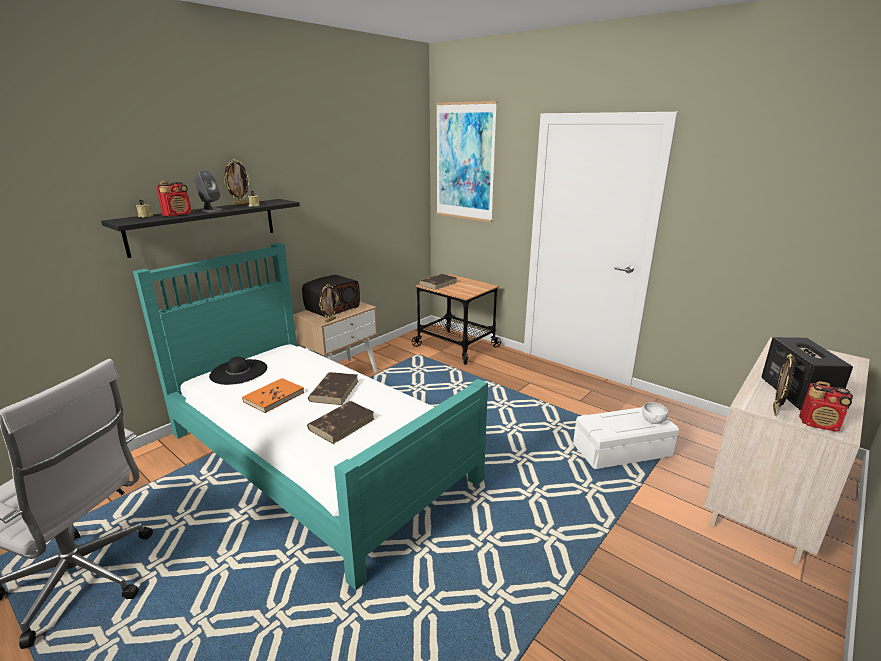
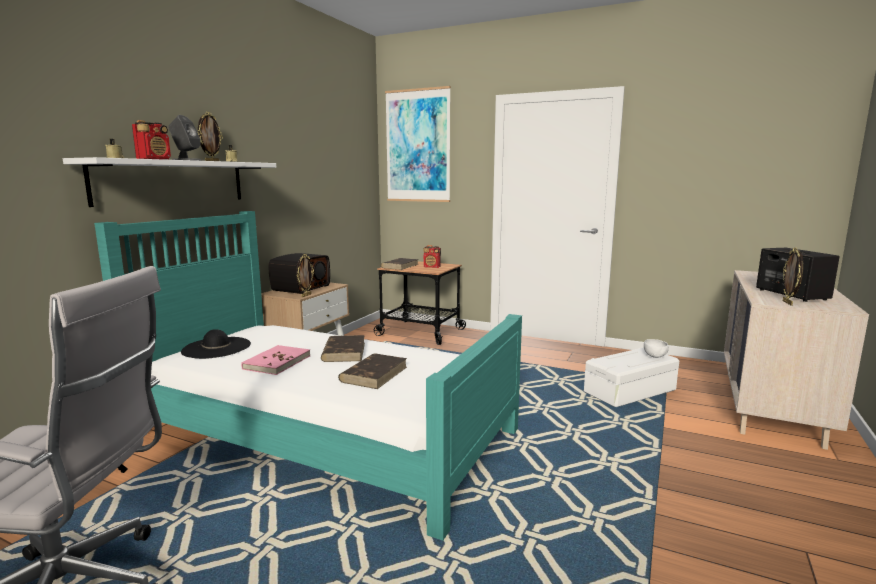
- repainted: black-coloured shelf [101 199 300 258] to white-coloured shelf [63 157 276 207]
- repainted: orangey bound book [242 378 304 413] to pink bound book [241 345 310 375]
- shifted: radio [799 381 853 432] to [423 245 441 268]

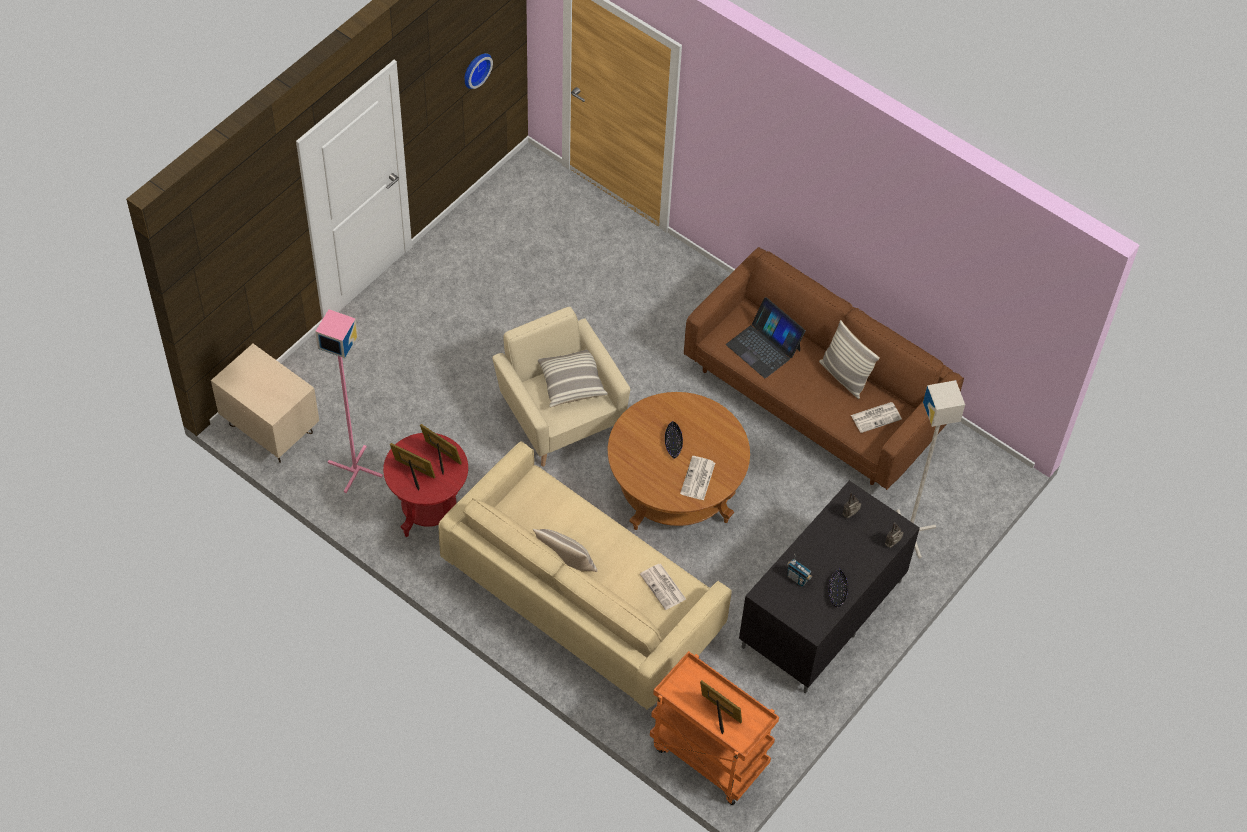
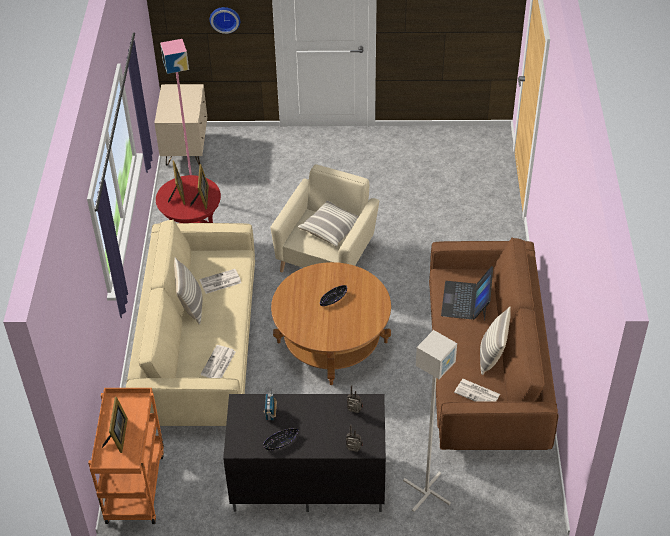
- shifted: hanging clock [465 53 493 89] to [210 7 240 34]
- shifted: daily paper [680 456 715 500] to [200 269 241 294]

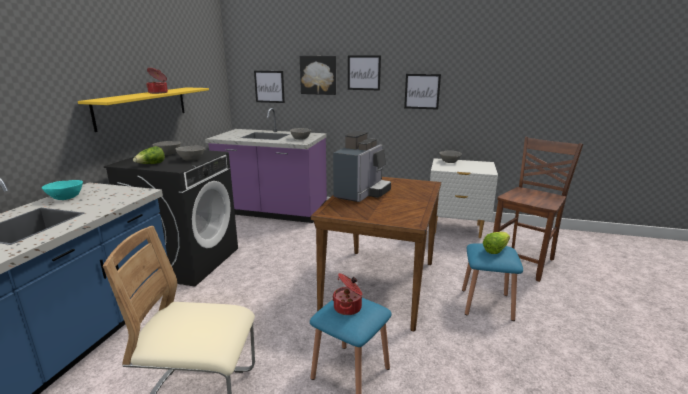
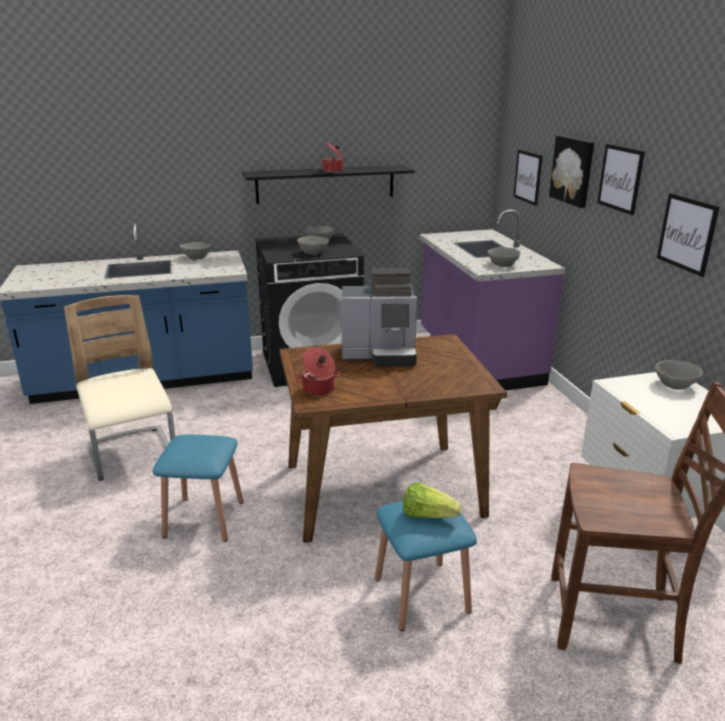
- repainted: yellow shelf [78 87 209 132] to black-coloured shelf [242 165 415 204]
- gone: lettuce [133 146 165 164]
- repainted: turquoise bowl [42 180 83 200] to greyish bowl [180 242 211 260]
- shifted: cooking pot [332 273 362 315] to [296 347 340 396]

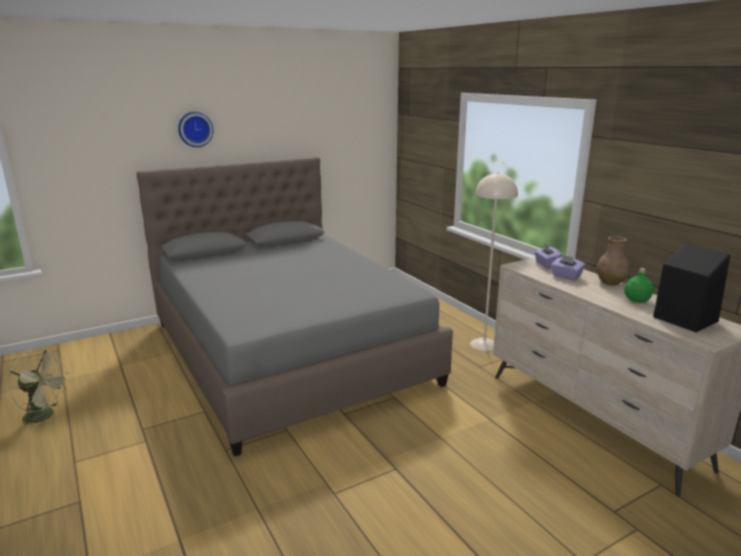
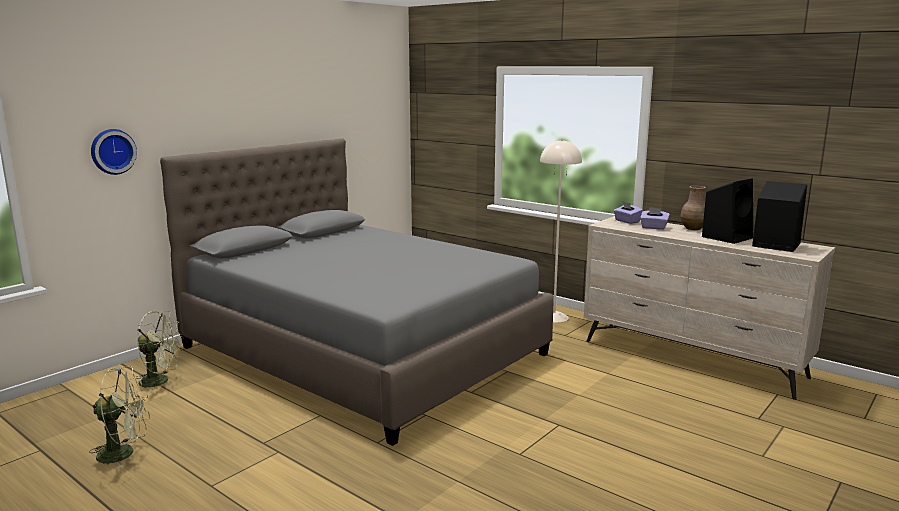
- shifted: hanging clock [178 112 213 147] to [91 129 137 175]
- swapped: green-coloured drink bottle [624 268 654 303] to black-coloured speaker [702 178 753 244]
- new: green-coloured cooling fan [137 311 184 393]

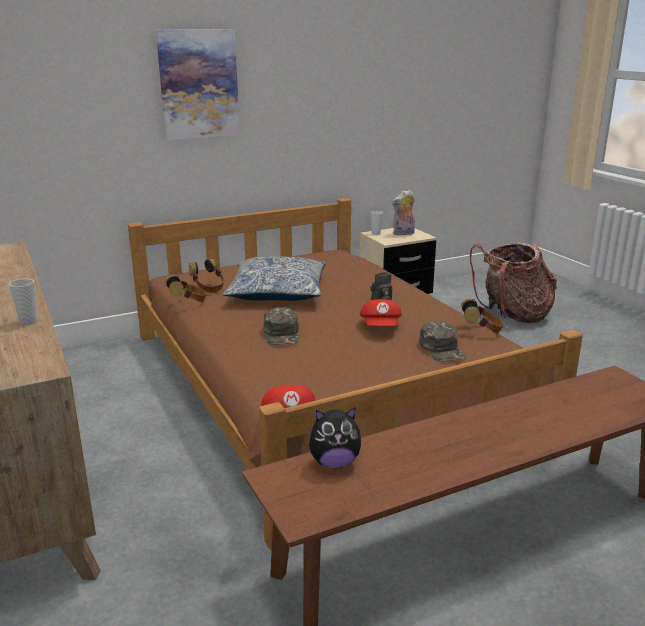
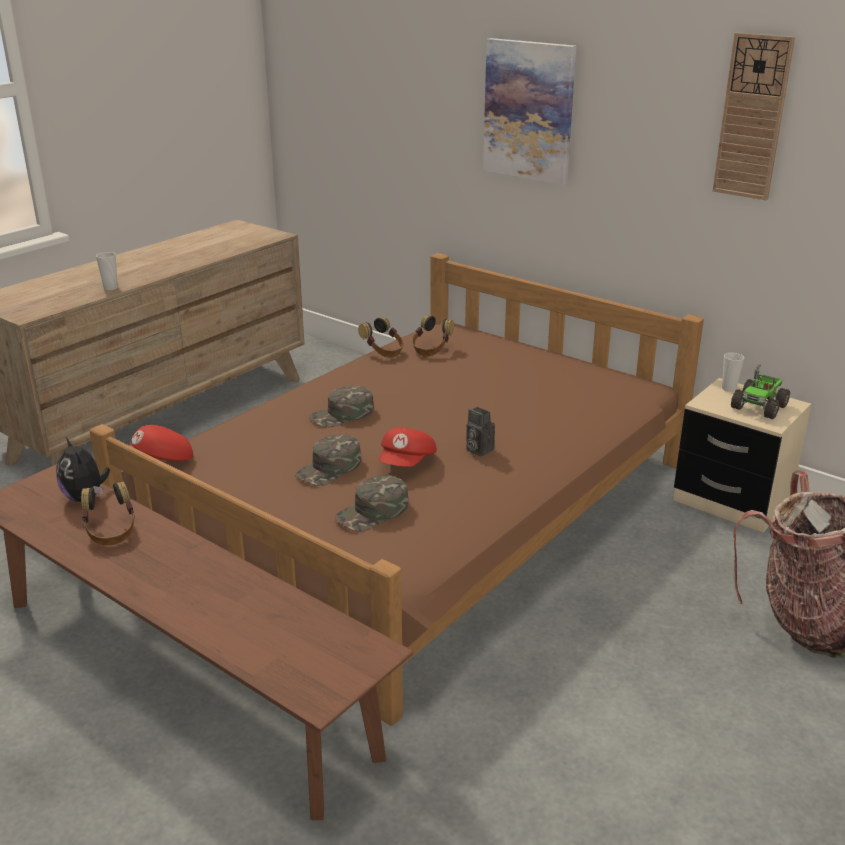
- swapped: cuddly toy [391 190 415 236] to model truck [731 364 790 419]
- gone: throw pillow [223 257 326 301]
- shifted: pair of headphones [461 298 504 334] to [81 482 135 545]
- rotated: reddish baseball cap [360 299 402 326] = [379 427 437 467] 45 degrees counterclockwise
- new: hanging clock [713 32 795 200]
- new: green-coloured baseball cap [295 434 361 486]

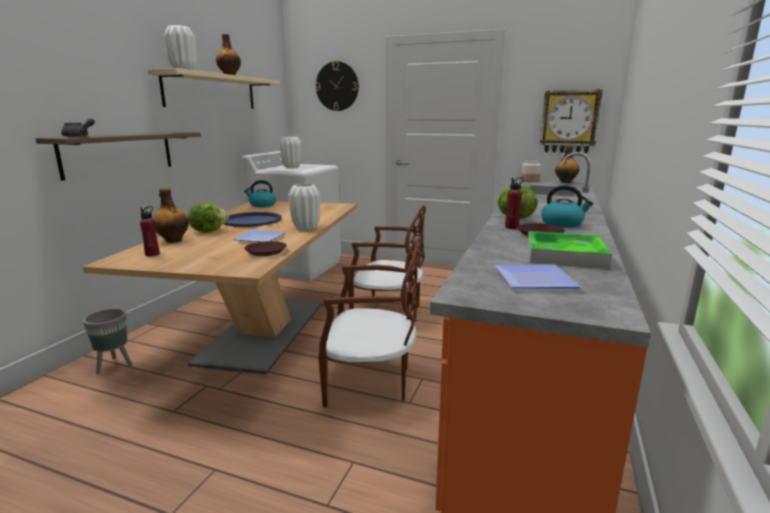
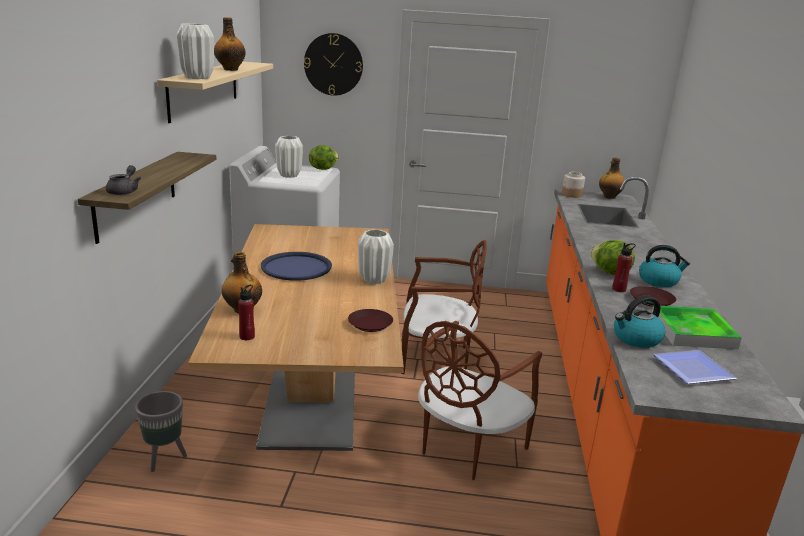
- gone: hanging clock [540 90 603 153]
- shifted: tea kettle [244 180 276 207] to [614 295 665 348]
- shifted: lettuce [188 203 229 232] to [309 145 339 170]
- gone: flat dish [233 230 286 242]
- rotated: brown upright chair [318 238 418 408] = [418 321 542 480] 135 degrees clockwise

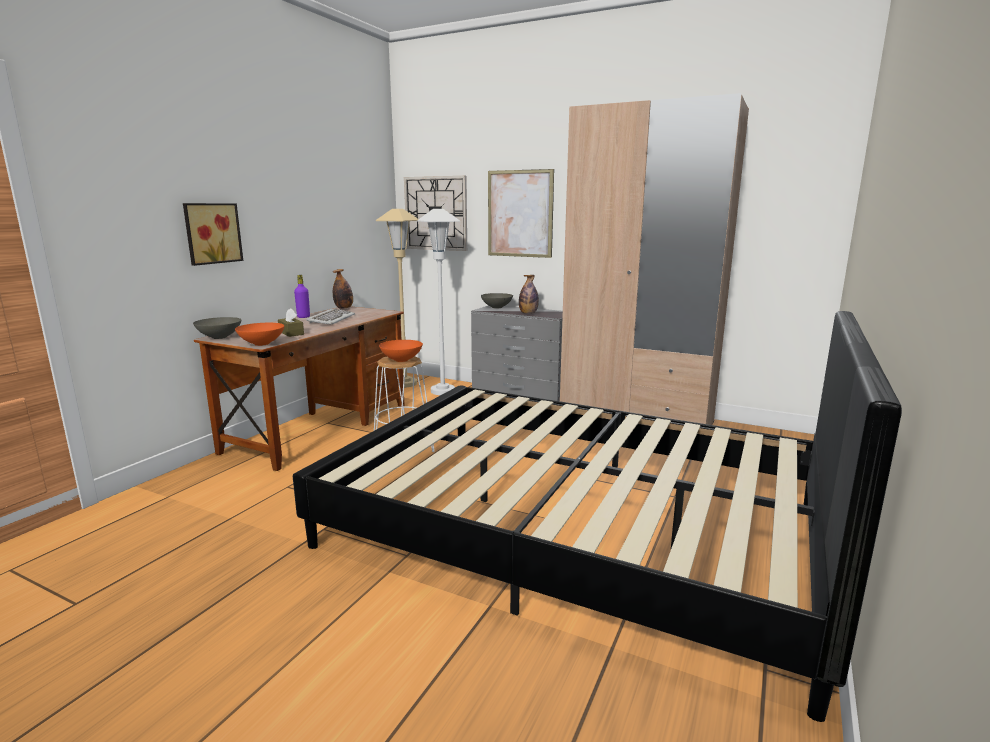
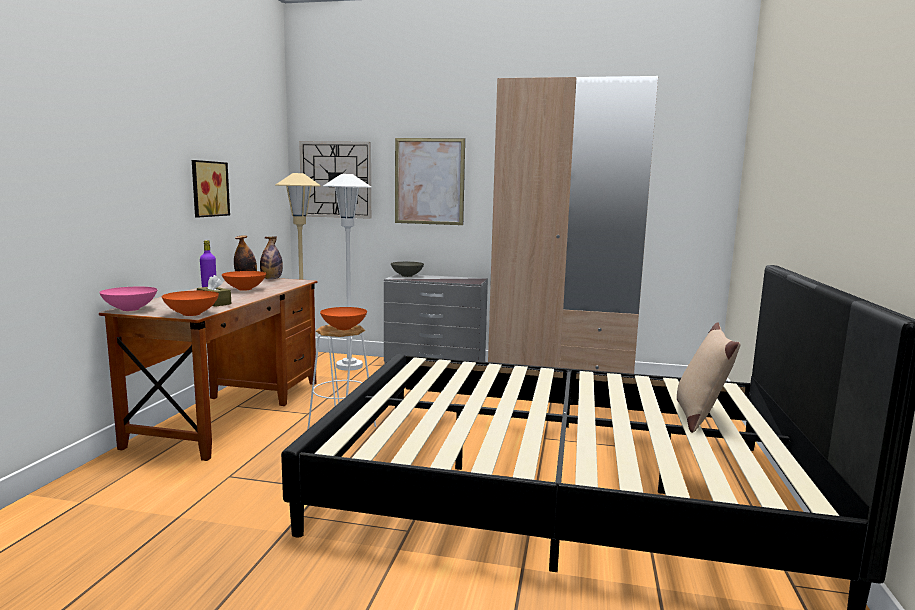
- shifted: picture [183 203 243 266] to [192 160 230 218]
- shifted: drink bottle [519 275 539 314] to [260 237 283 279]
- swapped: PC keyboard [306 308 355 325] to orangey bowl [222 271 266 291]
- repainted: greyish bowl [193 317 241 339] to pink bowl [99 287 157 311]
- new: beige-coloured throw pillow [677 322 741 433]

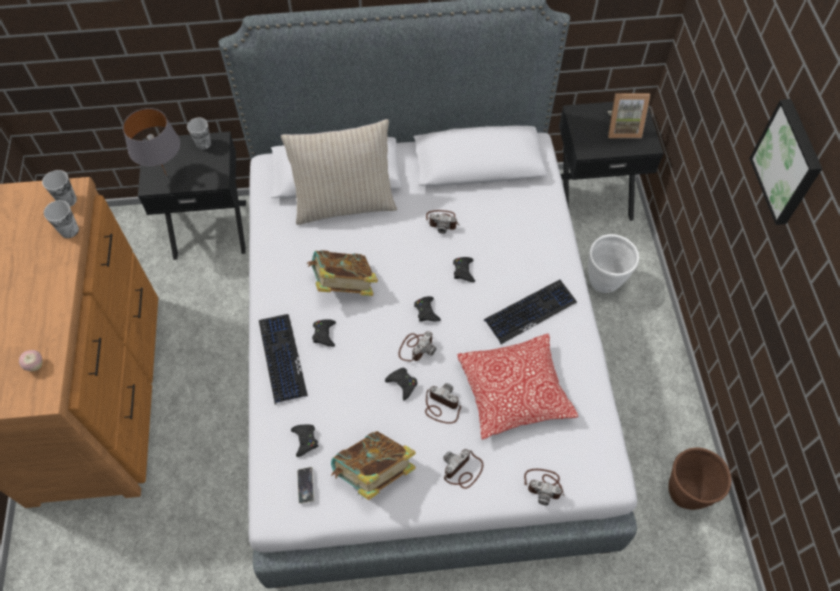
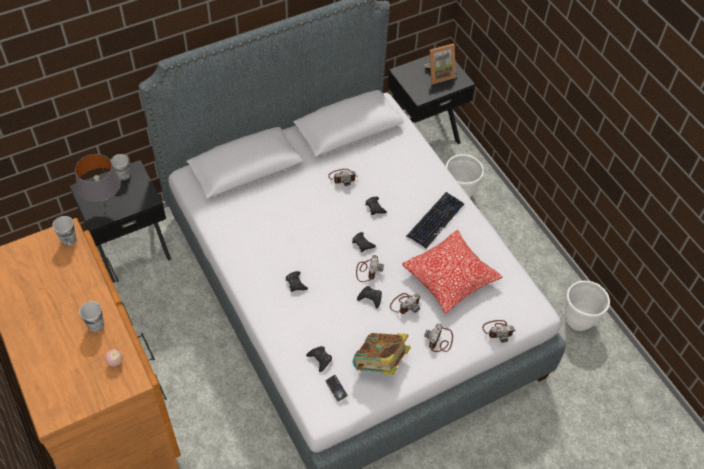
- gone: picture [749 99 822 225]
- gone: beige-coloured throw pillow [281 119 397 225]
- shifted: drinking cup [44 200 79 238] to [79 301 104 332]
- gone: bound book [307 250 378 296]
- gone: PC keyboard [259 314 308 405]
- rotated: photo camera [425 383 461 424] = [390 293 420 314] 135 degrees clockwise
- repainted: brown flower pot [668 447 731 510] to white-coloured flower pot [565 281 610 331]

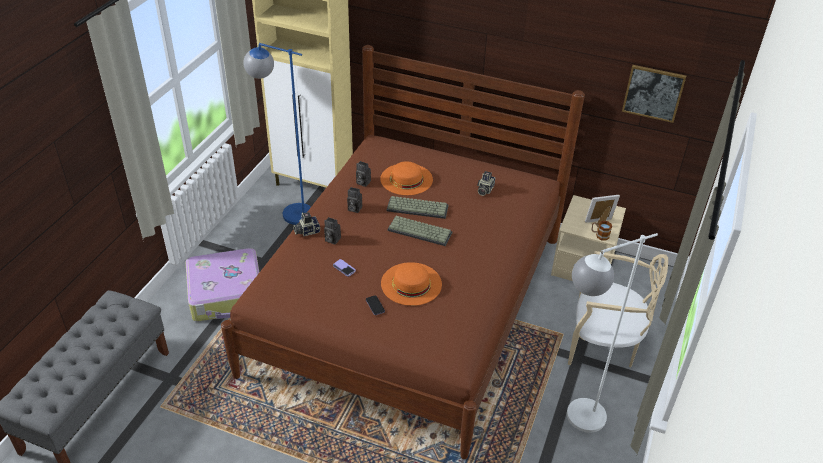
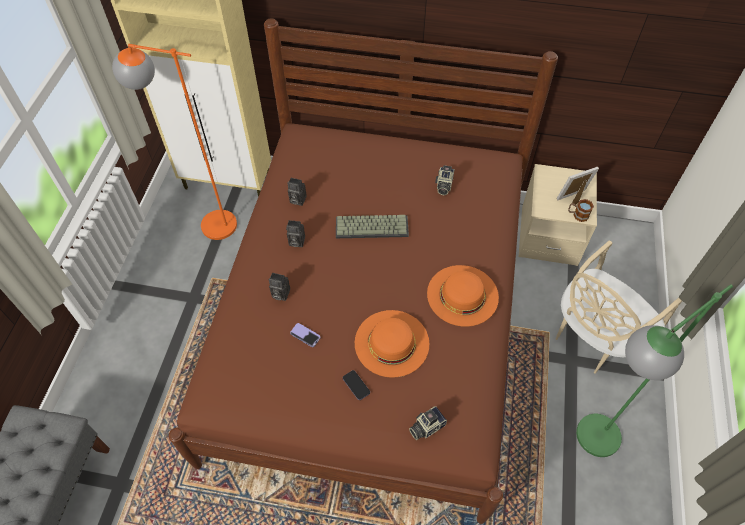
- repainted: bluish standard lamp [243 43 311 225] to orangey standard lamp [112 44 237 240]
- gone: picture [622 65 686 123]
- shifted: orangey clothing hat [380 161 433 195] to [427 265 499 327]
- shifted: photo camera [293 212 320 236] to [409 406 447 440]
- gone: PC keyboard [387 216 453 246]
- repainted: white-coloured standard lamp [567 233 658 433] to green-coloured standard lamp [576 284 733 457]
- gone: piece of luggage [186 248 259 322]
- rotated: beige-coloured upright chair [568 251 668 367] = [555 240 682 374] 135 degrees clockwise

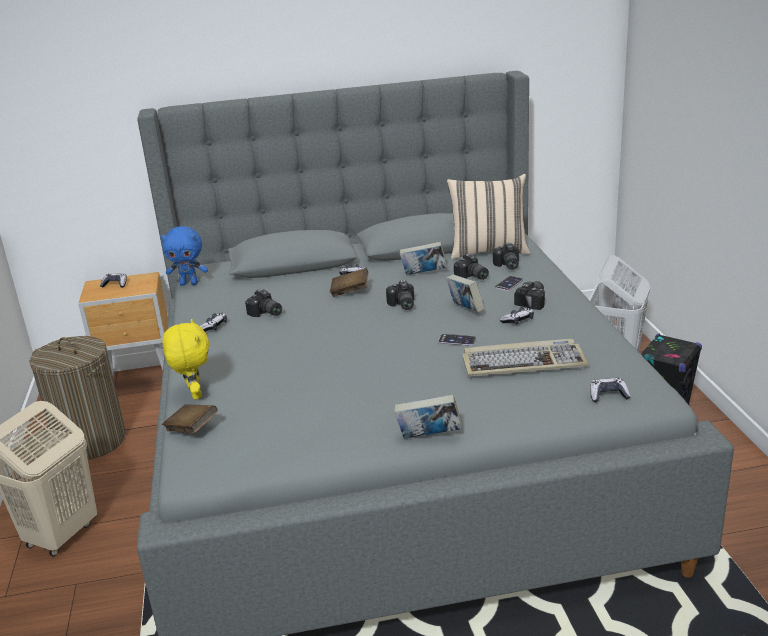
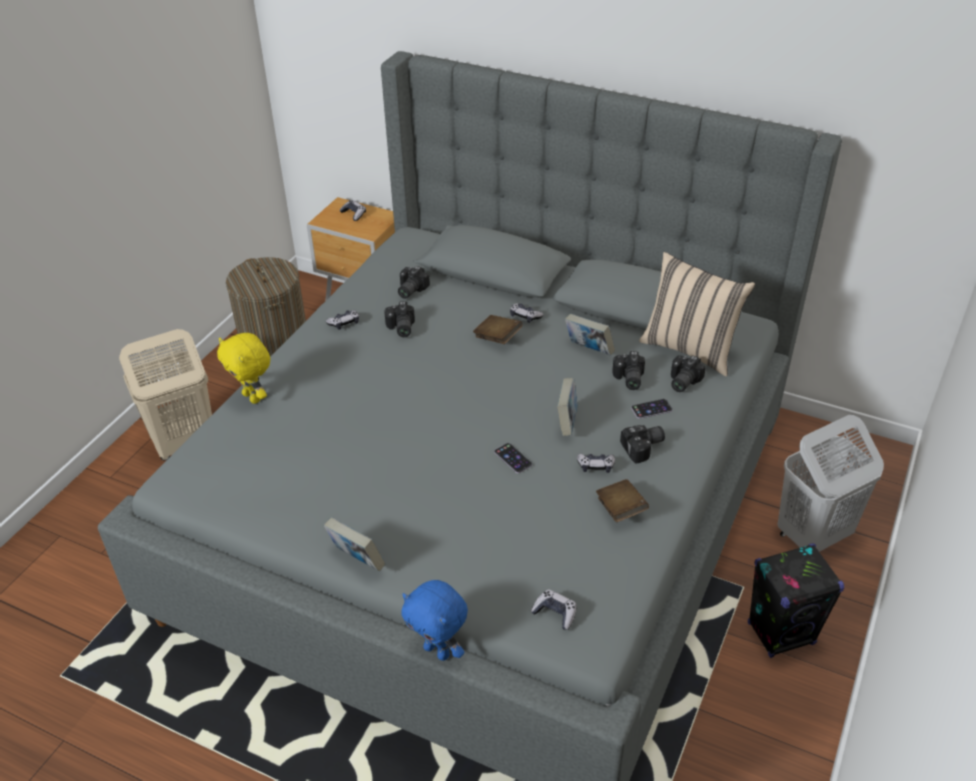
- shifted: bluish cuddly toy [160 226 208 286] to [401 580 468 661]
- shifted: photo camera [386 280 414 310] to [398 266 430 299]
- rotated: yellow cuddly toy [162 319 209 400] = [217 333 270 404] 120 degrees clockwise
- gone: PC keyboard [462 339 589 377]
- shifted: brown bound book [162 404 218 433] to [596 479 649 522]

